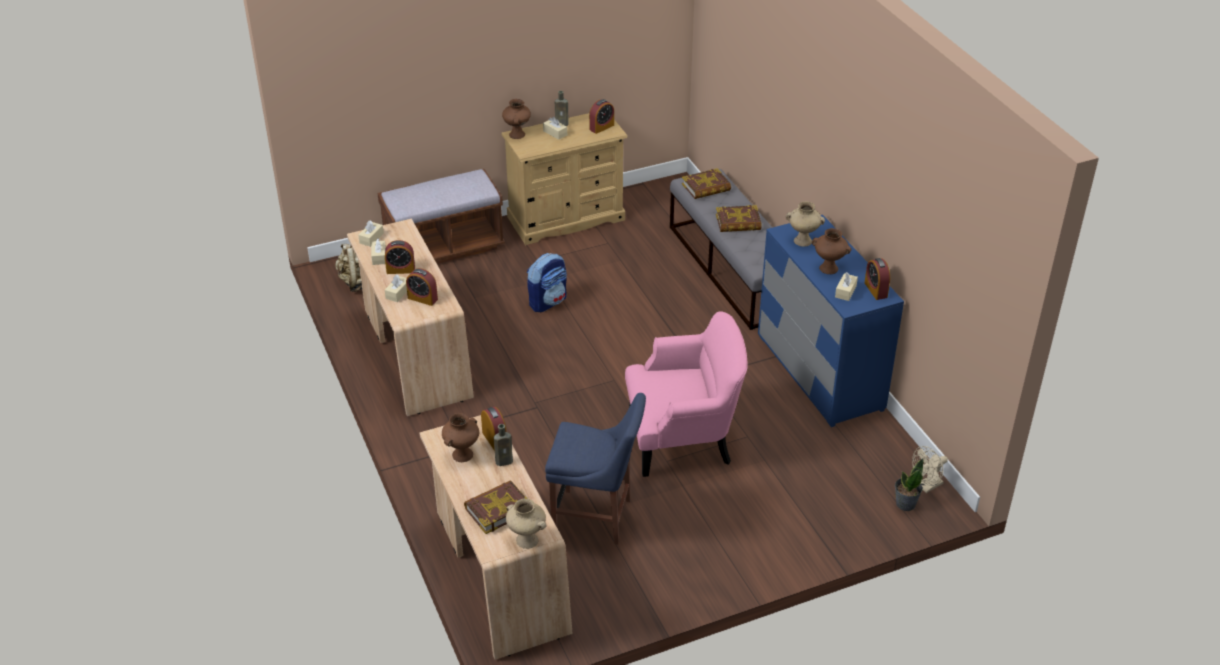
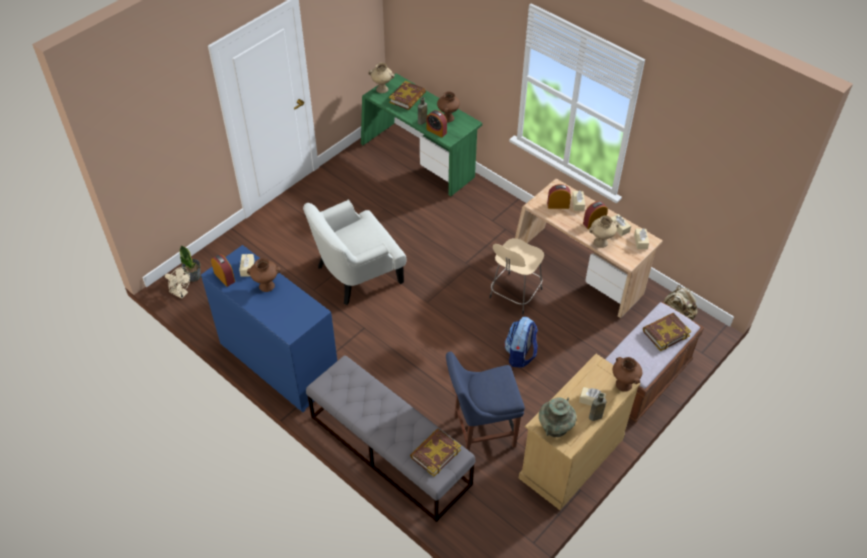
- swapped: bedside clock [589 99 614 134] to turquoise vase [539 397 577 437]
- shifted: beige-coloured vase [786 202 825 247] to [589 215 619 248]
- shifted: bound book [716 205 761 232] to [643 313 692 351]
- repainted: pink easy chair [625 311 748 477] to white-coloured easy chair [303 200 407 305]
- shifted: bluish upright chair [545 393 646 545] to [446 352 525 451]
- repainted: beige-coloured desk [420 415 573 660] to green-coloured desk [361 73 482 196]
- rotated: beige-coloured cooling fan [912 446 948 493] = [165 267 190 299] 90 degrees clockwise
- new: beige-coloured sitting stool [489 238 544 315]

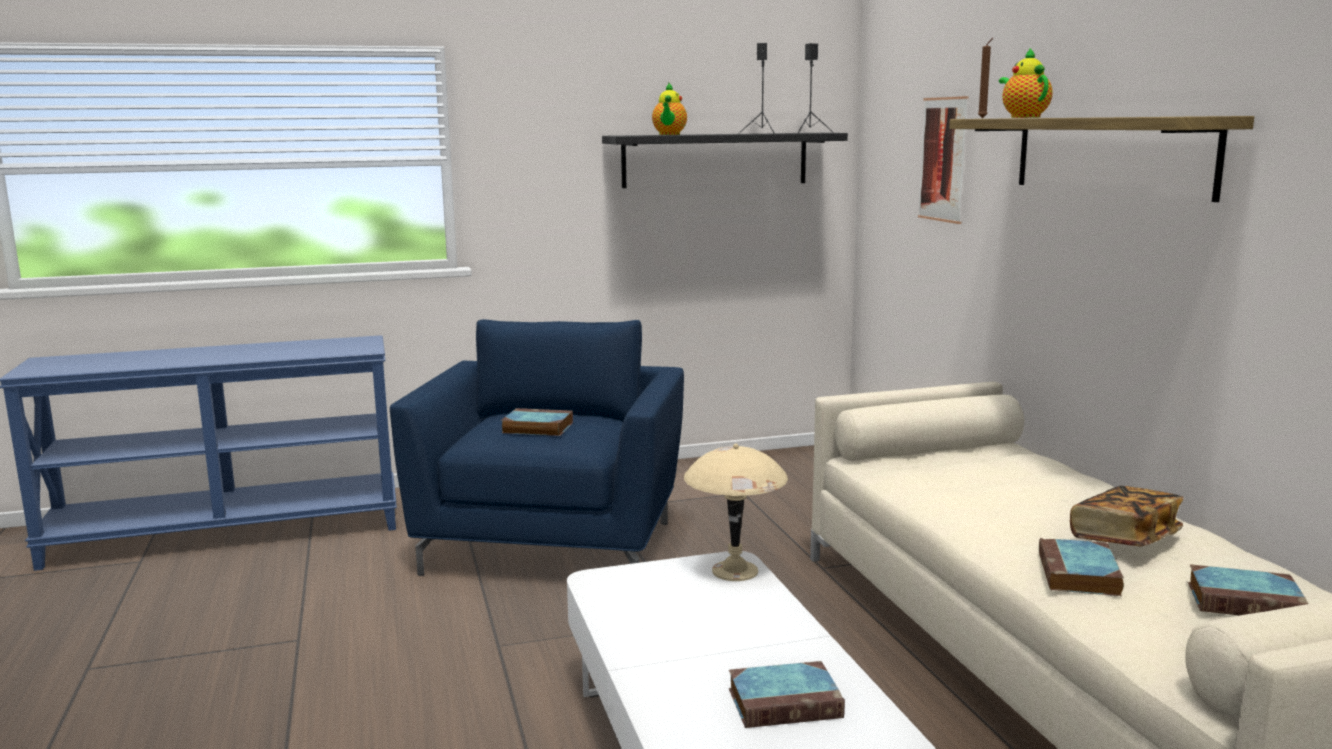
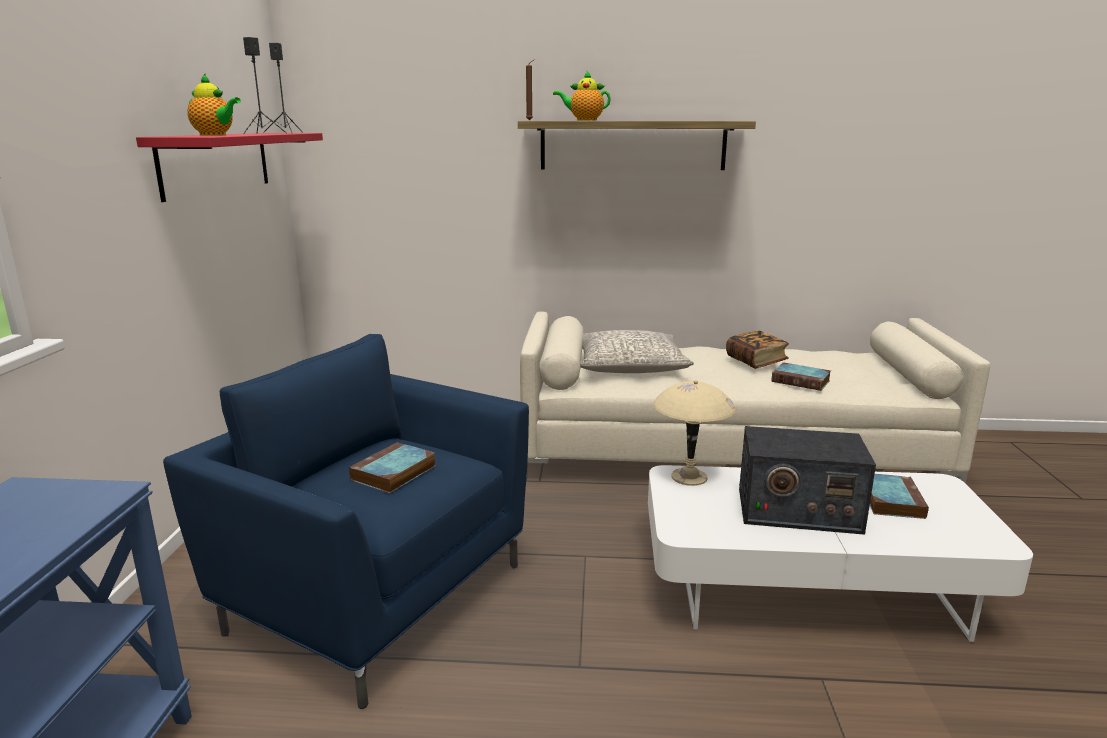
- gone: picture [918 96 969 224]
- repainted: black-coloured shelf [602 133 848 188] to reddish shelf [136 133 323 202]
- gone: bound book [1188 564 1308 615]
- new: greyish throw pillow [580 330 694 373]
- new: radio [739 426 876 535]

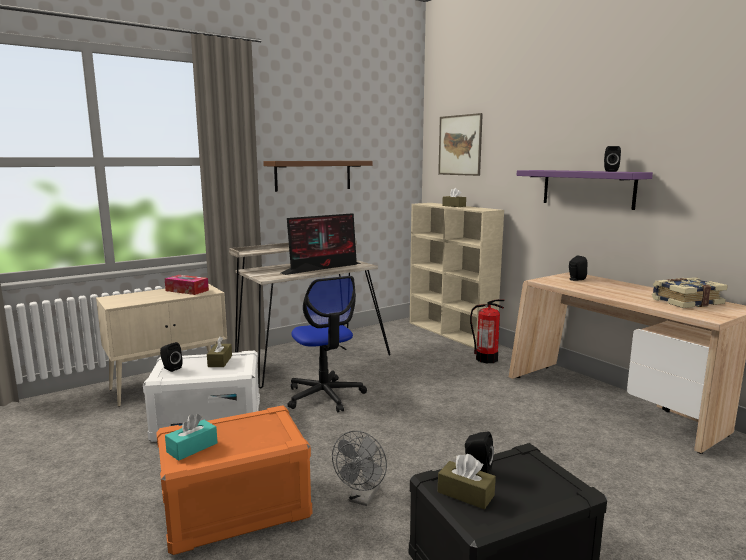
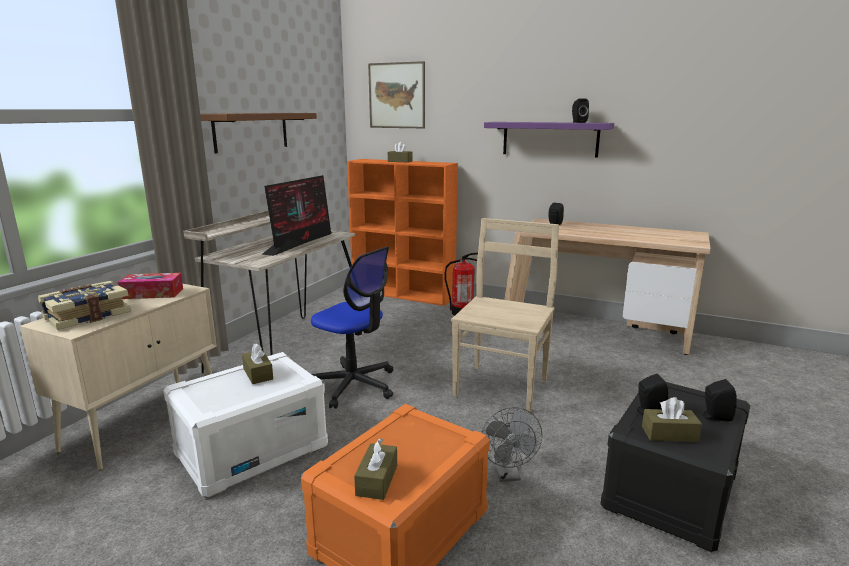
- repainted: beige-coloured bookshelf [410 203 504 349] to orangey bookshelf [347 159 458 306]
- shifted: bound book [652 277 728 308] to [38 281 131 330]
- shifted: black-coloured speaker [160 342 183 372] to [702 379 737 422]
- repainted: turquoise box of tissues [165 414 218 461] to brown box of tissues [354 438 397 500]
- new: beige-coloured upright chair [451 218 559 413]

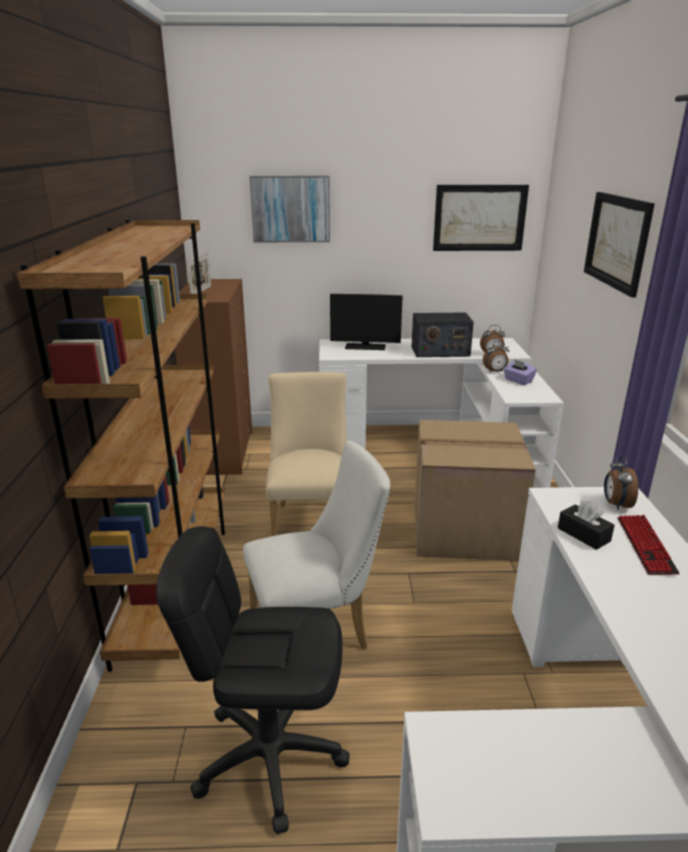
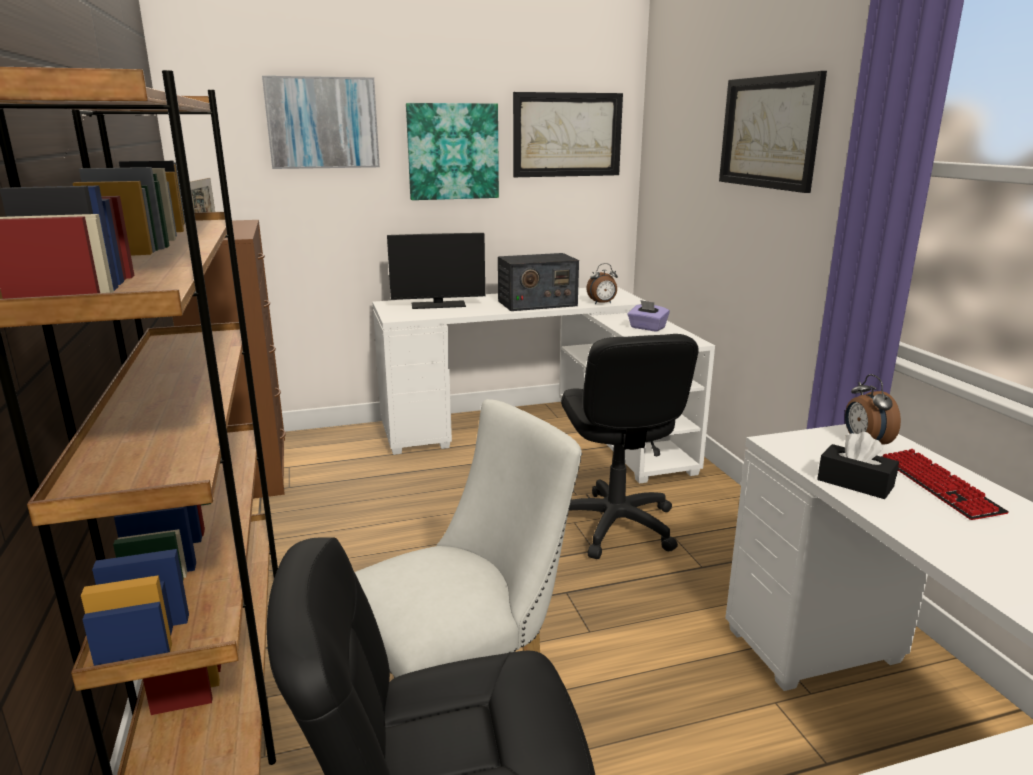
- gone: bedside clock [483 340 509 373]
- gone: beige-coloured upright chair [266 372 347 536]
- swapped: cardboard box [415 420 536 561] to black-coloured office chair [561 334 699 559]
- new: picture [406 103 499 200]

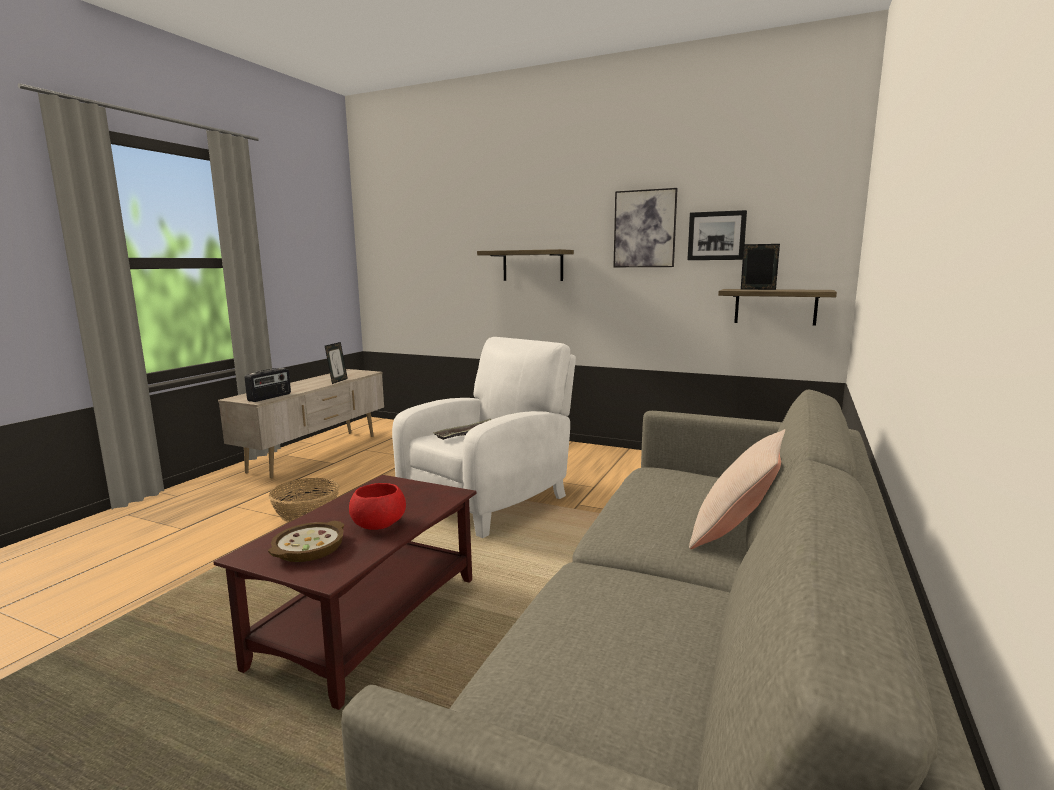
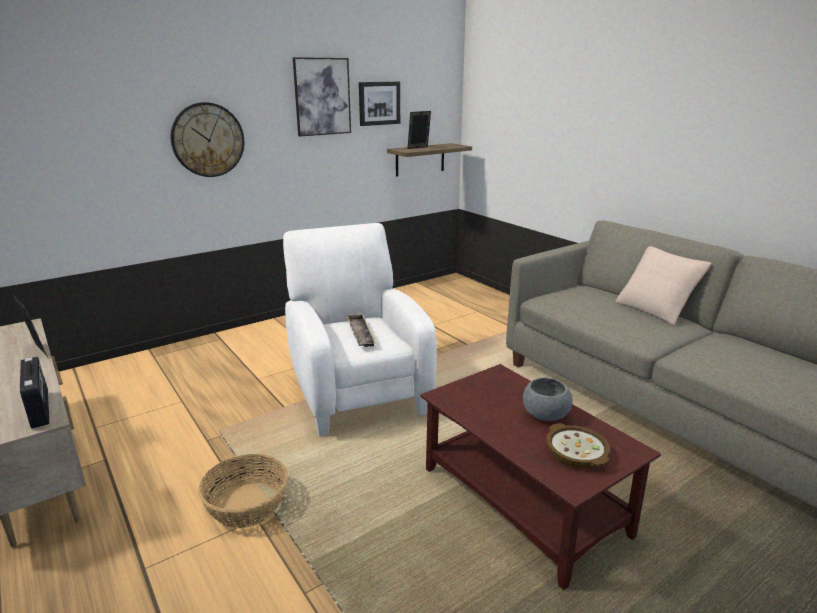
- swapped: shelf [477 249 574 281] to hanging clock [171 102 244 177]
- repainted: reddish bowl [349 483 406 530] to greyish bowl [523 377 573 421]

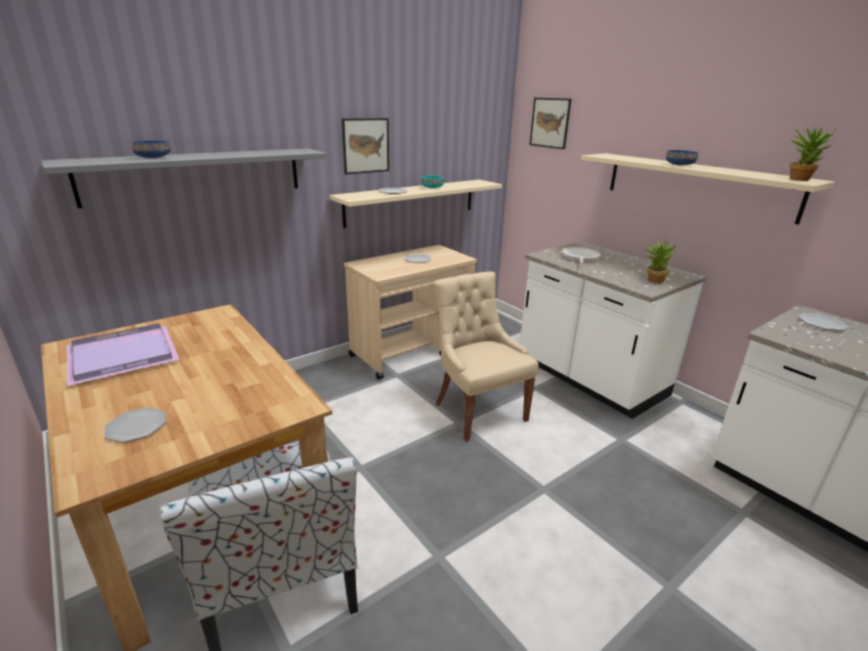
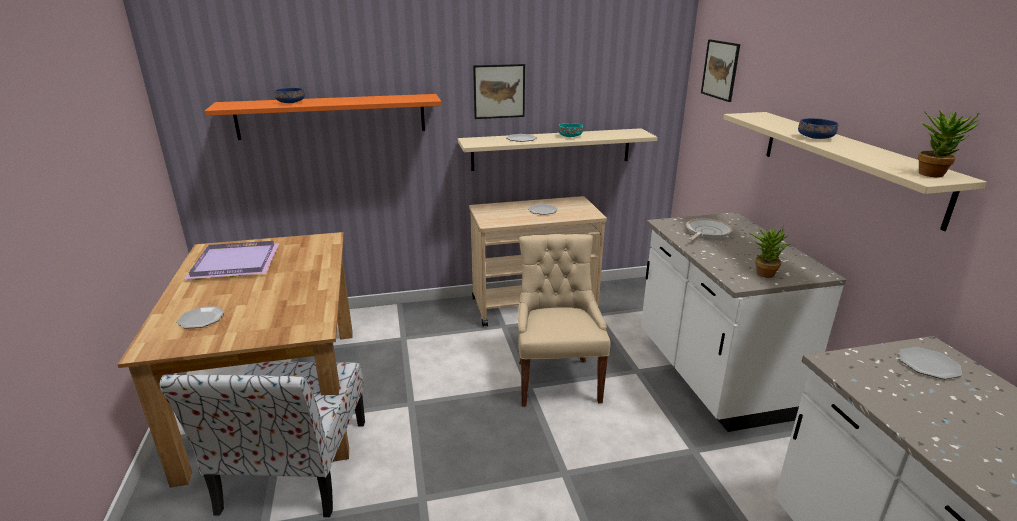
- repainted: greyish shelf [41 148 327 208] to orangey shelf [205 94 441 140]

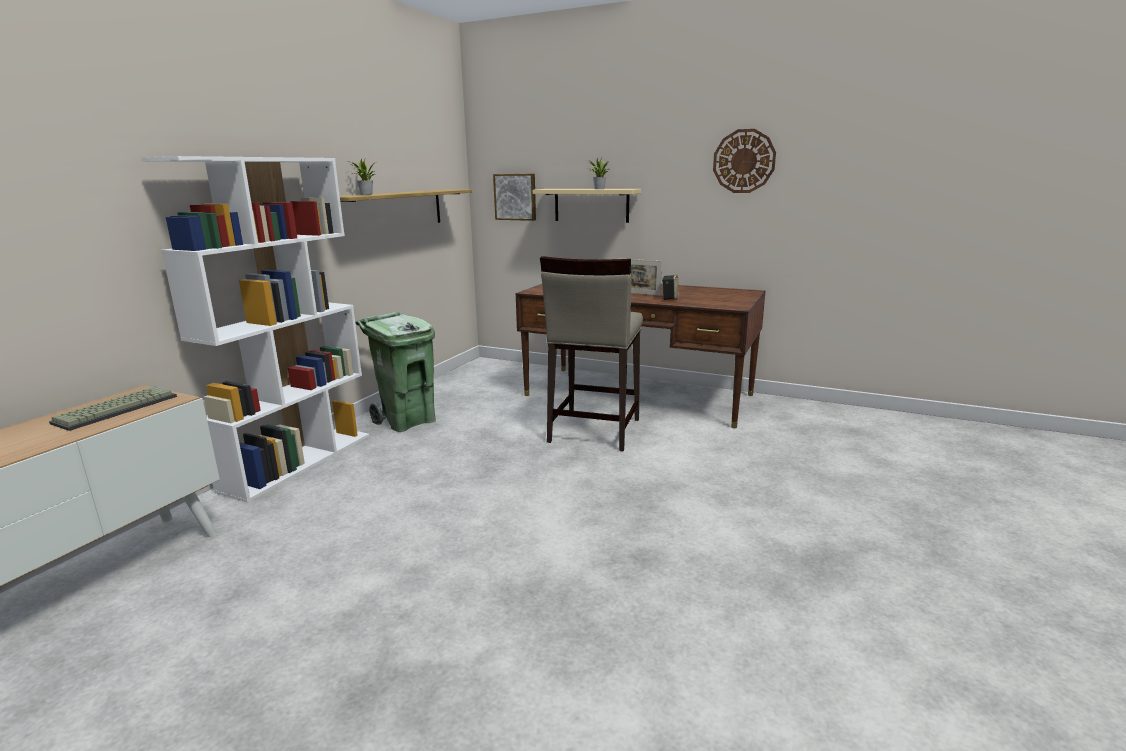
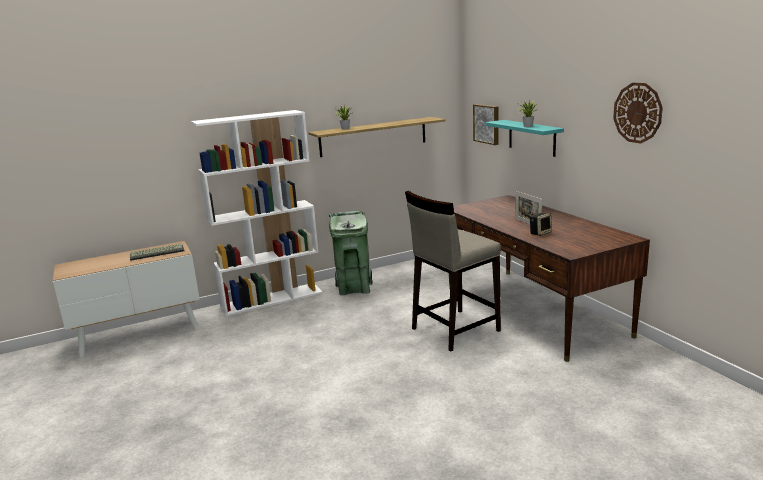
- repainted: beige-coloured shelf [533 189 641 223] to turquoise shelf [485 120 564 157]

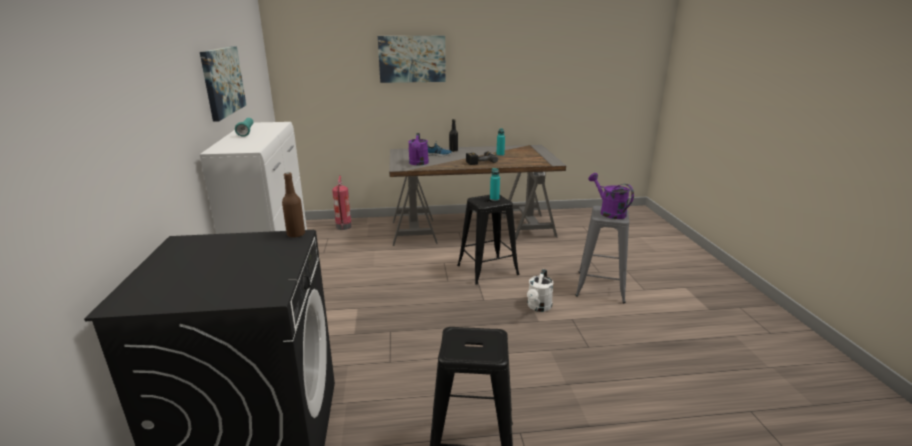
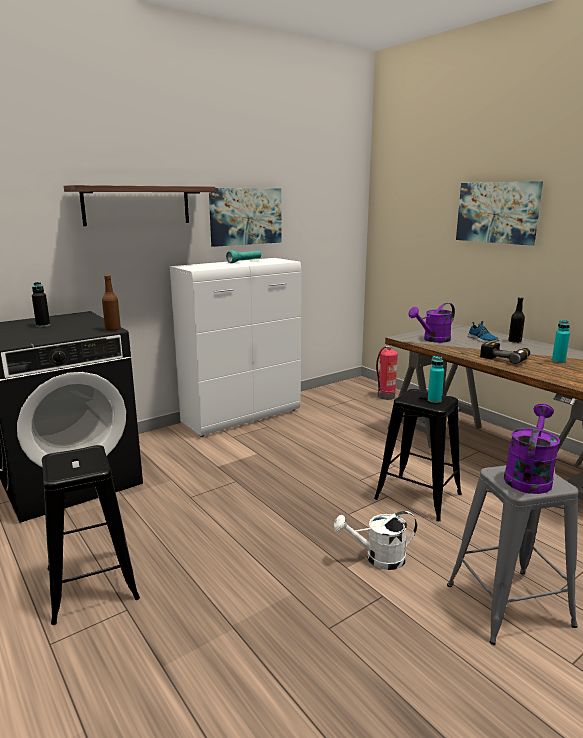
- new: shelf [64 185 215 226]
- new: black-coloured drink bottle [32 282 50 327]

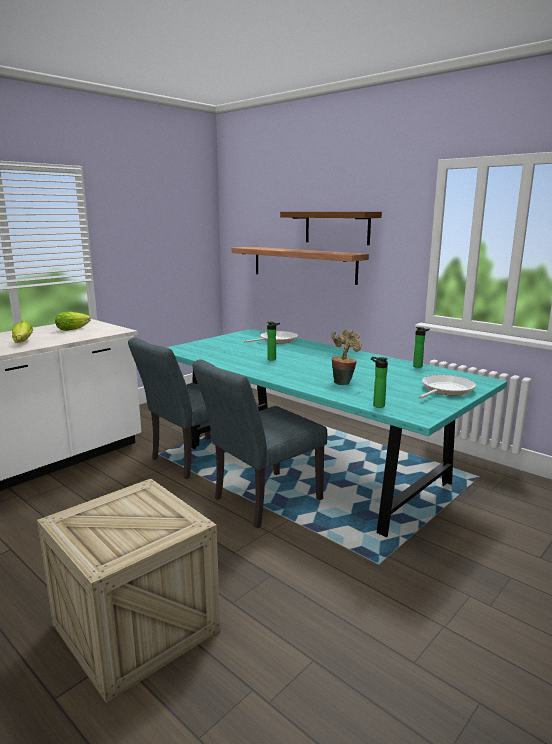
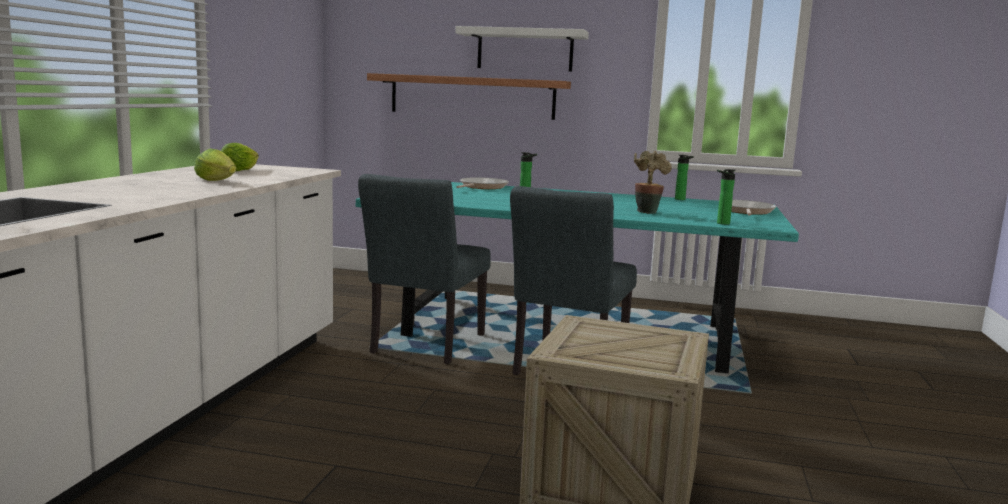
- repainted: brown shelf [280 212 382 245] to white-coloured shelf [455 26 589 72]

